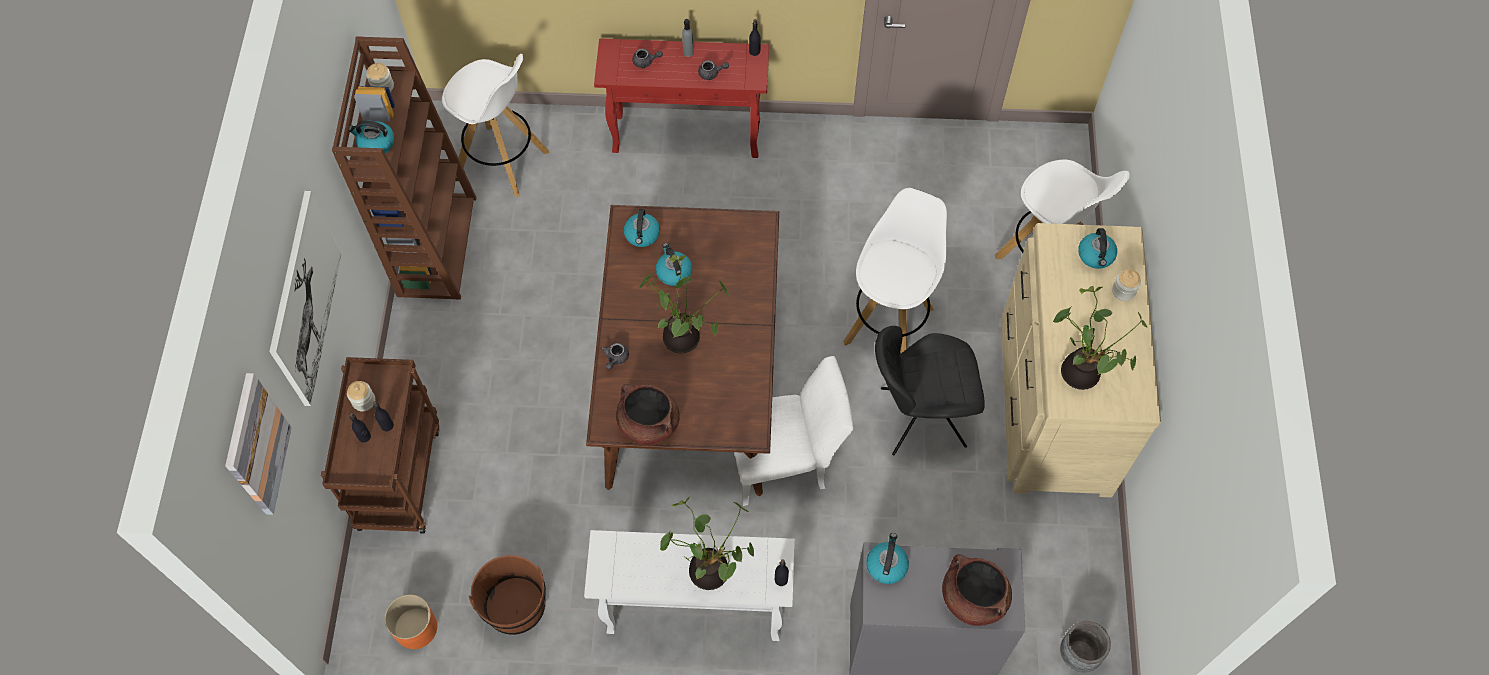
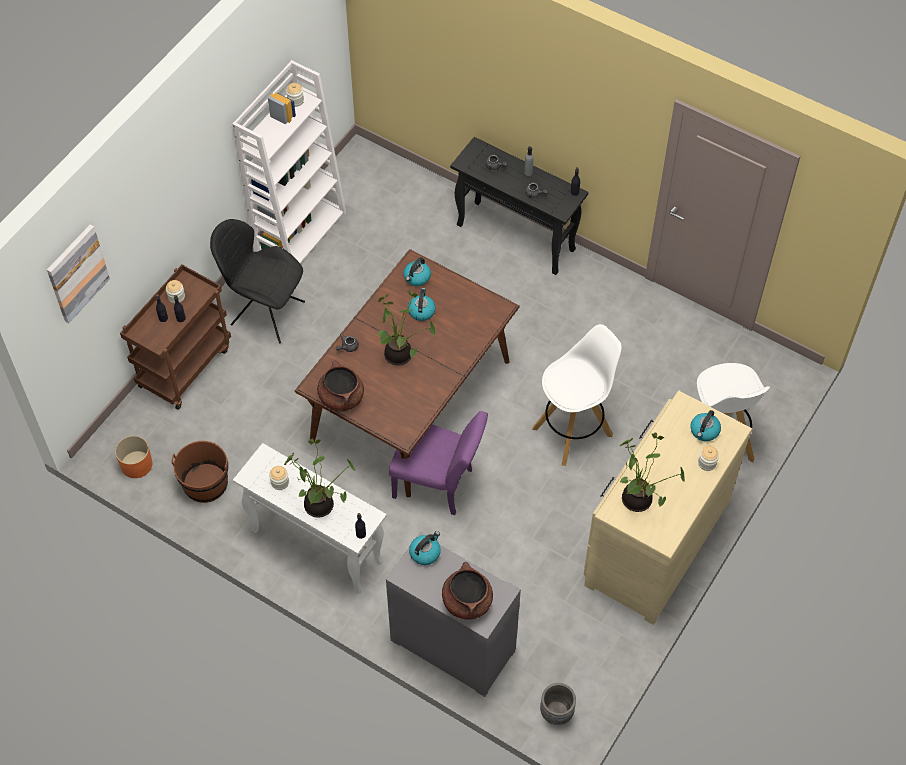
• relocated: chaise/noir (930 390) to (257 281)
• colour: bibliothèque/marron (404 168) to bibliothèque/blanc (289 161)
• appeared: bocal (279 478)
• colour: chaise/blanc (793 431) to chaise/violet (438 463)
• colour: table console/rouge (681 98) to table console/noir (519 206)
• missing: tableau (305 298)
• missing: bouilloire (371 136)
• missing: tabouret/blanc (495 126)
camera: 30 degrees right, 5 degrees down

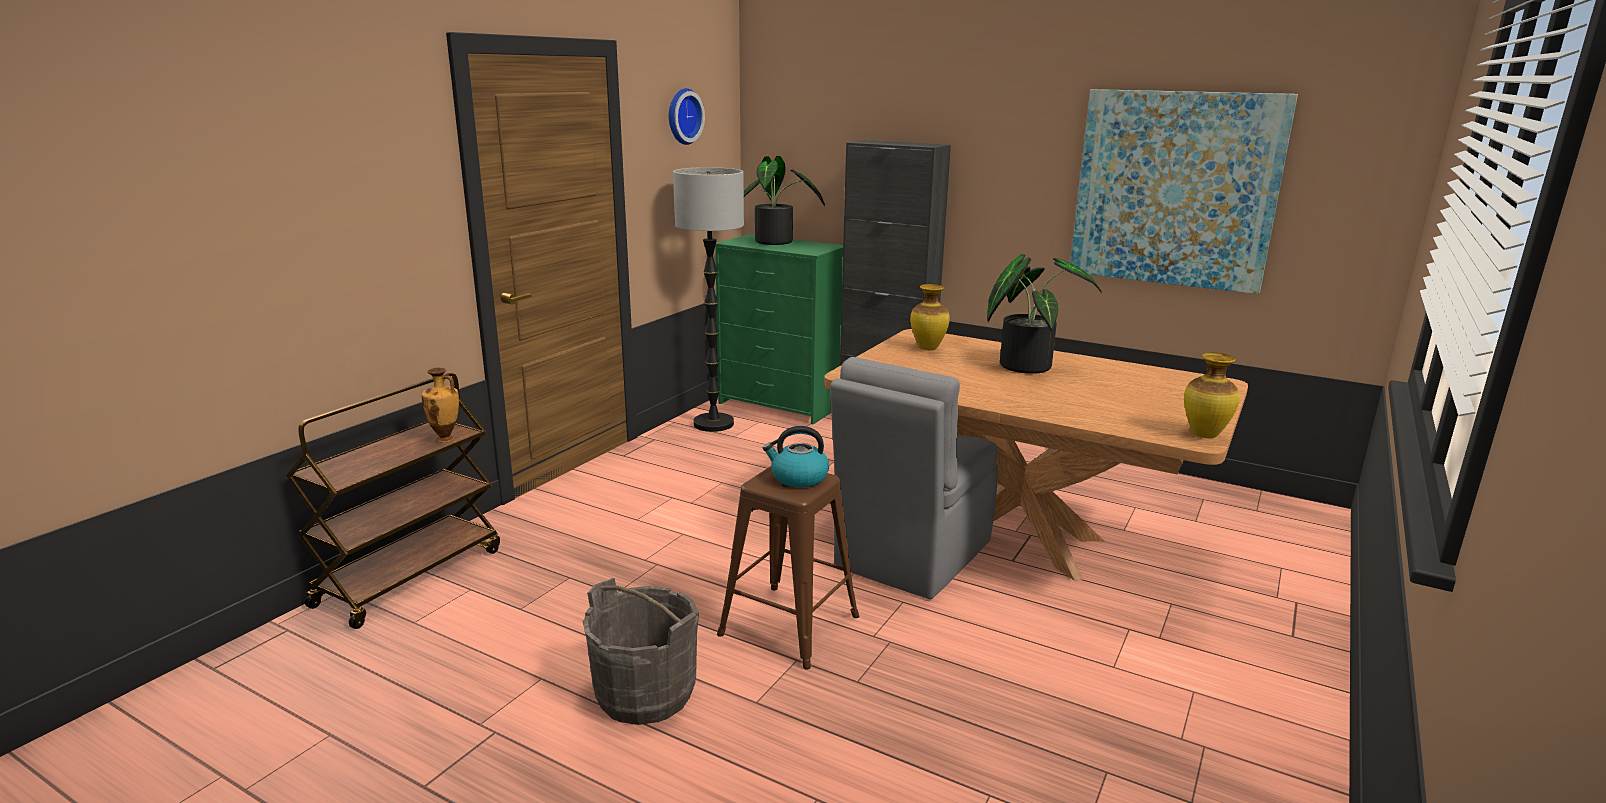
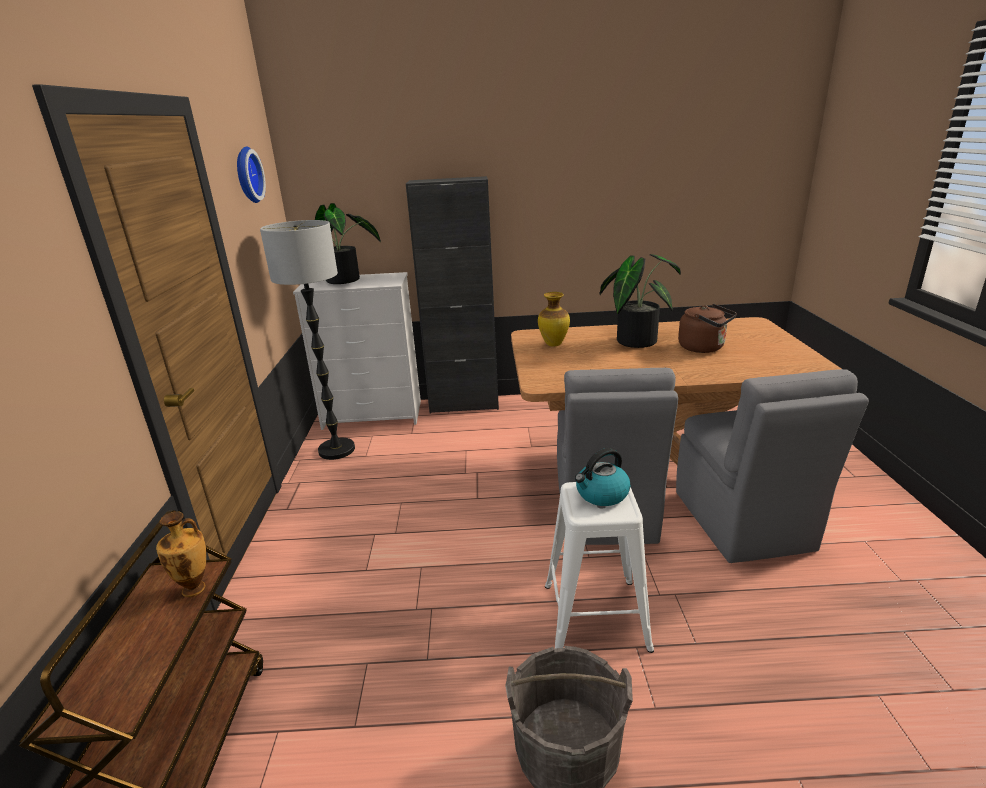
• colour: commode/vert (779 329) to commode/blanc (357 351)
• colour: tabouret/marron (788 567) to tabouret/blanc (599 567)
• appeared: chaise/gris (772 466)
• appeared: bouilloire/marron (707 328)
• missing: tableau (1184 191)
• missing: vase (1212 395)
camera: 30 degrees left, 5 degrees up

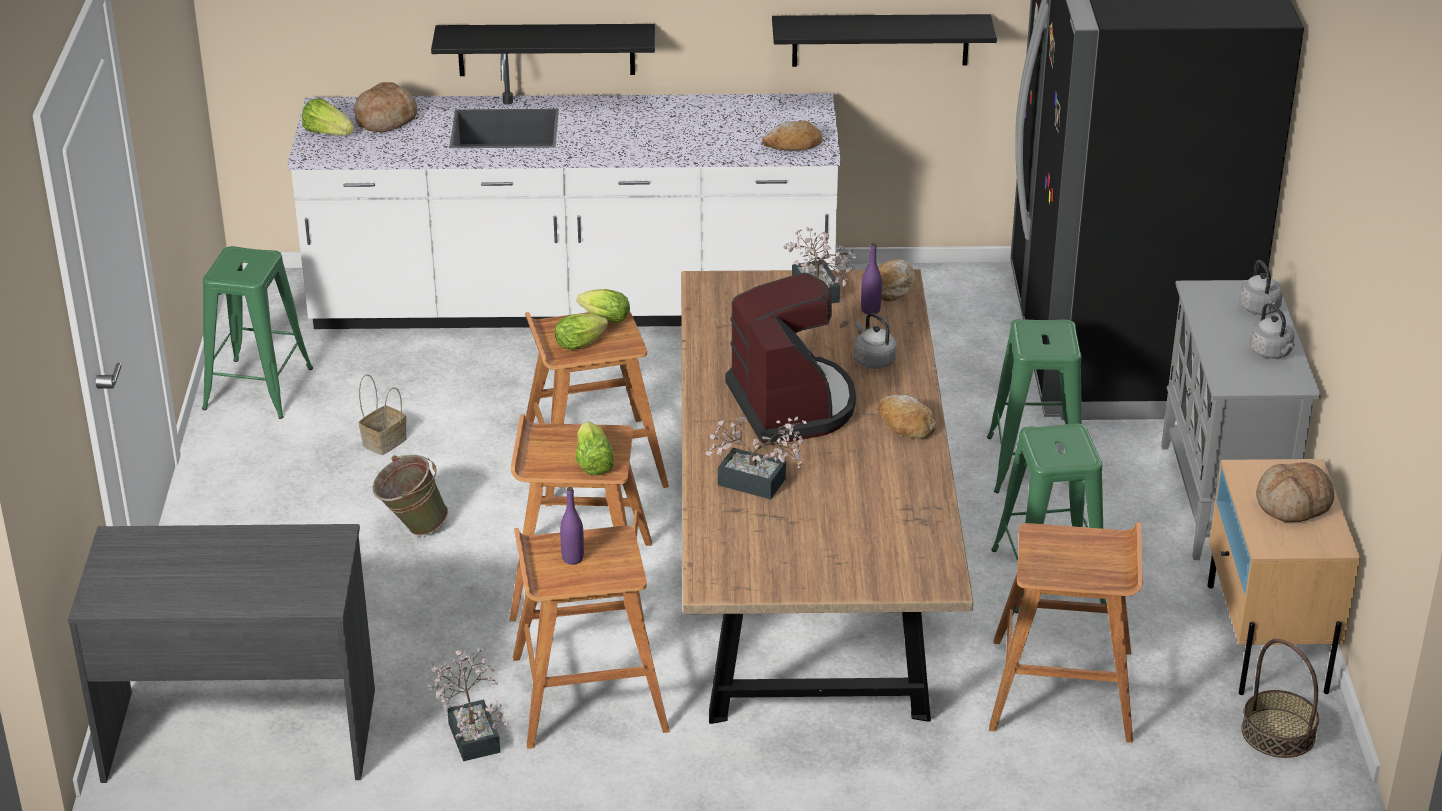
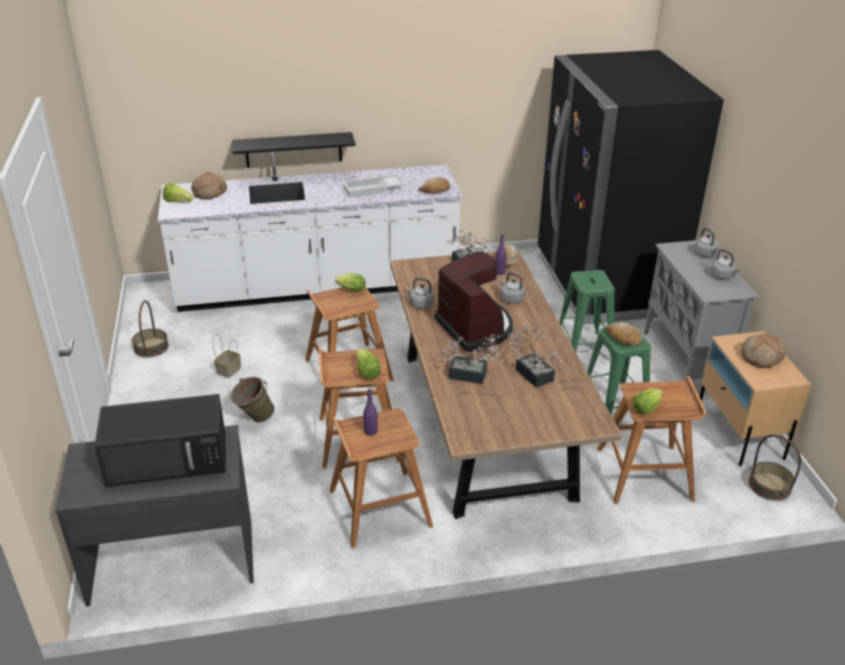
• appeared: micro-ondes/noir (160 440)
• exchanged: tabouret/vert (257 332) to panier (150 329)
• appeared: plateau/blanc (374 186)
• appeared: bouilloire/gris (419 293)
• relocated: plante en pot (467 704) to (535 354)
• relocated: pain (907 417) to (624 334)
• relocated: laitue (581 332) to (648 401)
• missing: étagère/noir (884 40)
camera: 10 degrees left, 0 degrees up

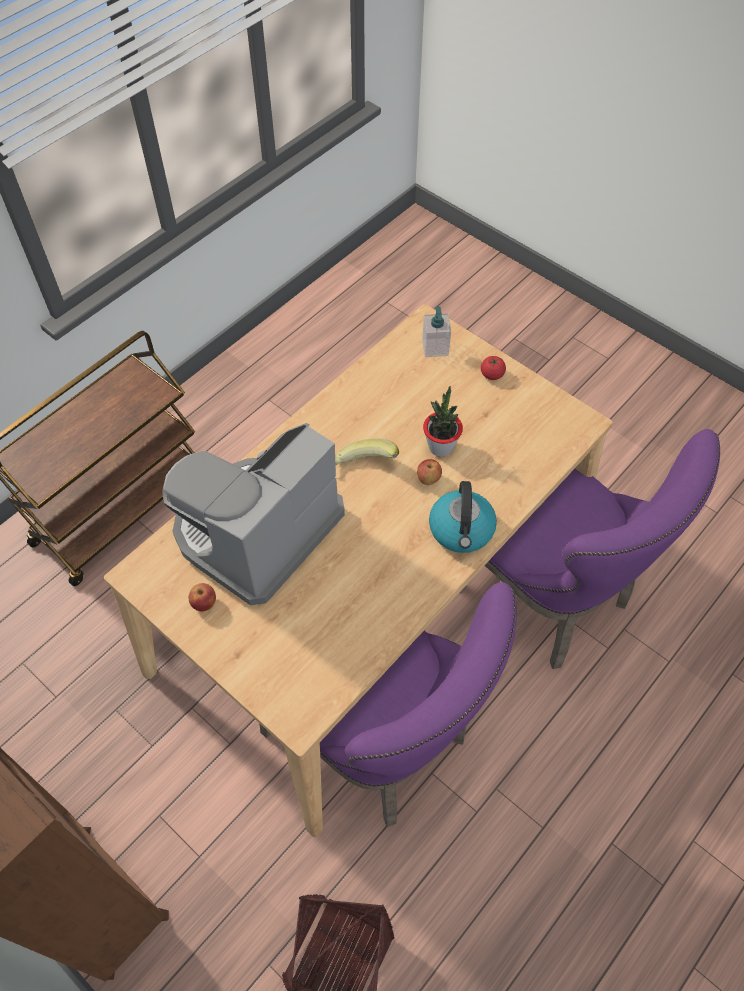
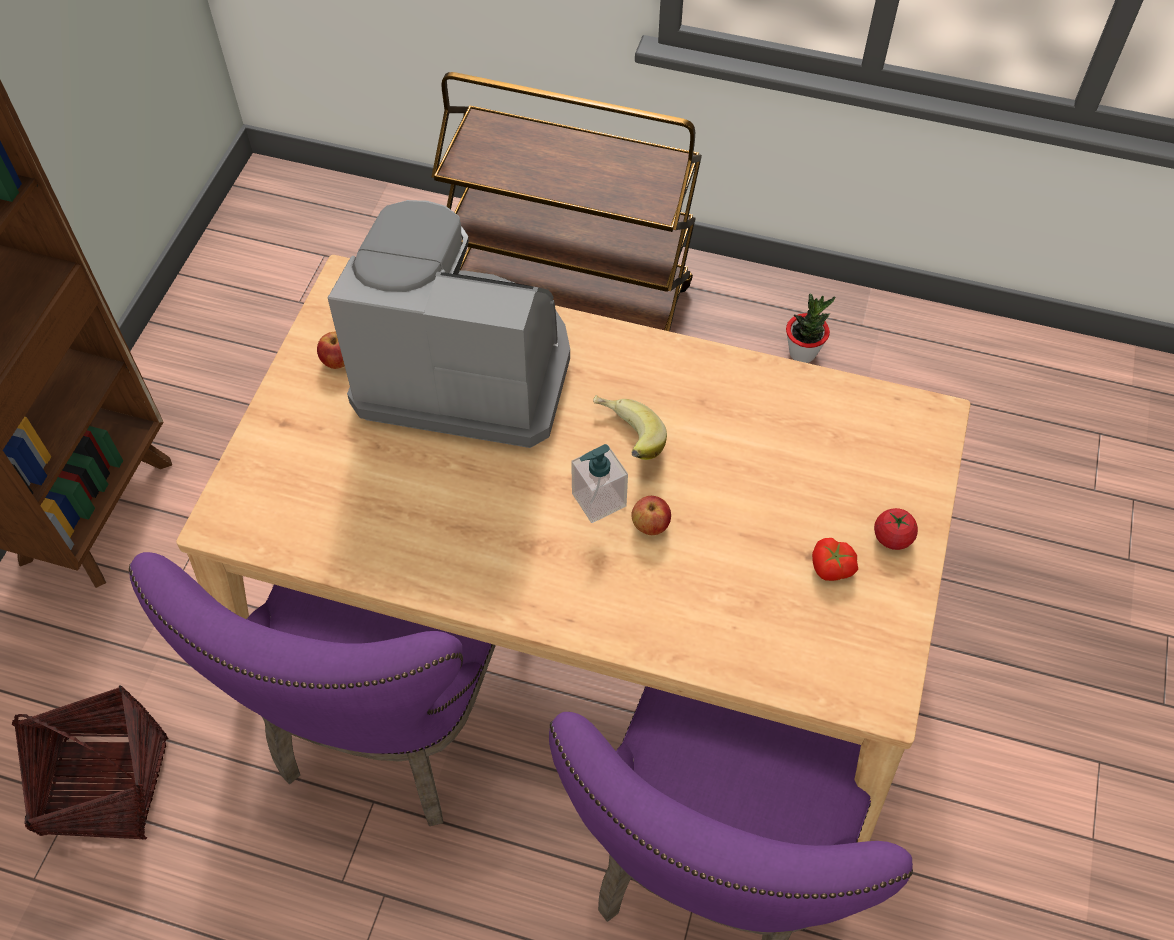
• relocated: distributeur de savon (436 331) to (599 483)
• relocated: plante en pot (443 421) to (810 328)
• appeared: tomate (835 559)
• missing: bouilloire (463 517)
camera: 65 degrees right, 0 degrees up

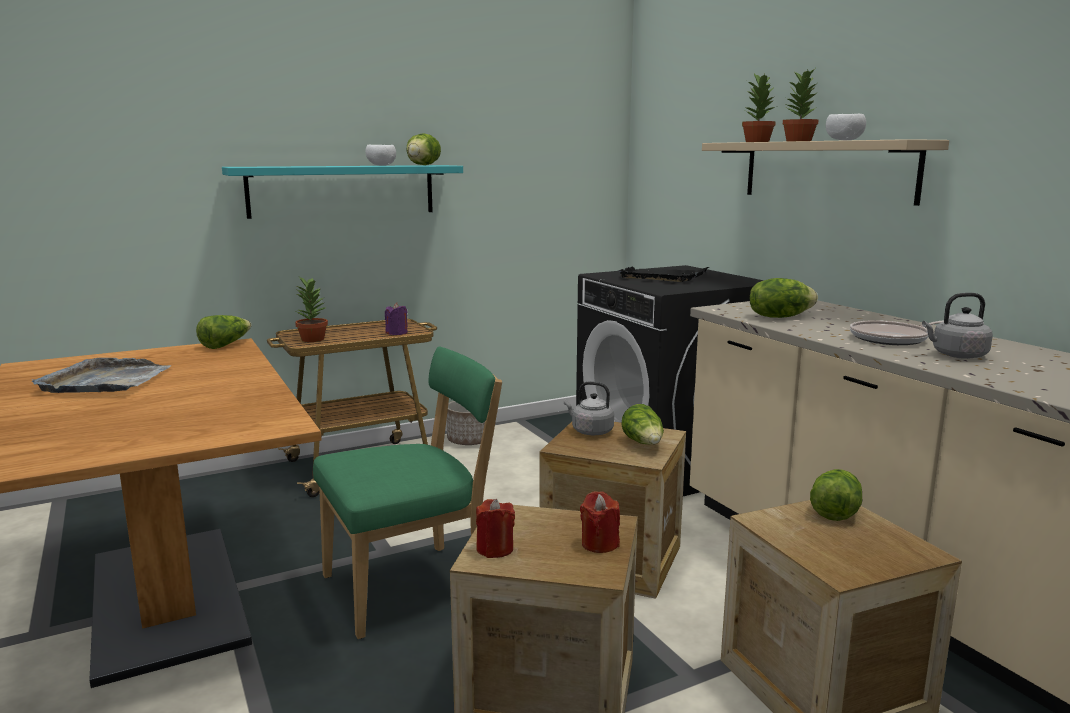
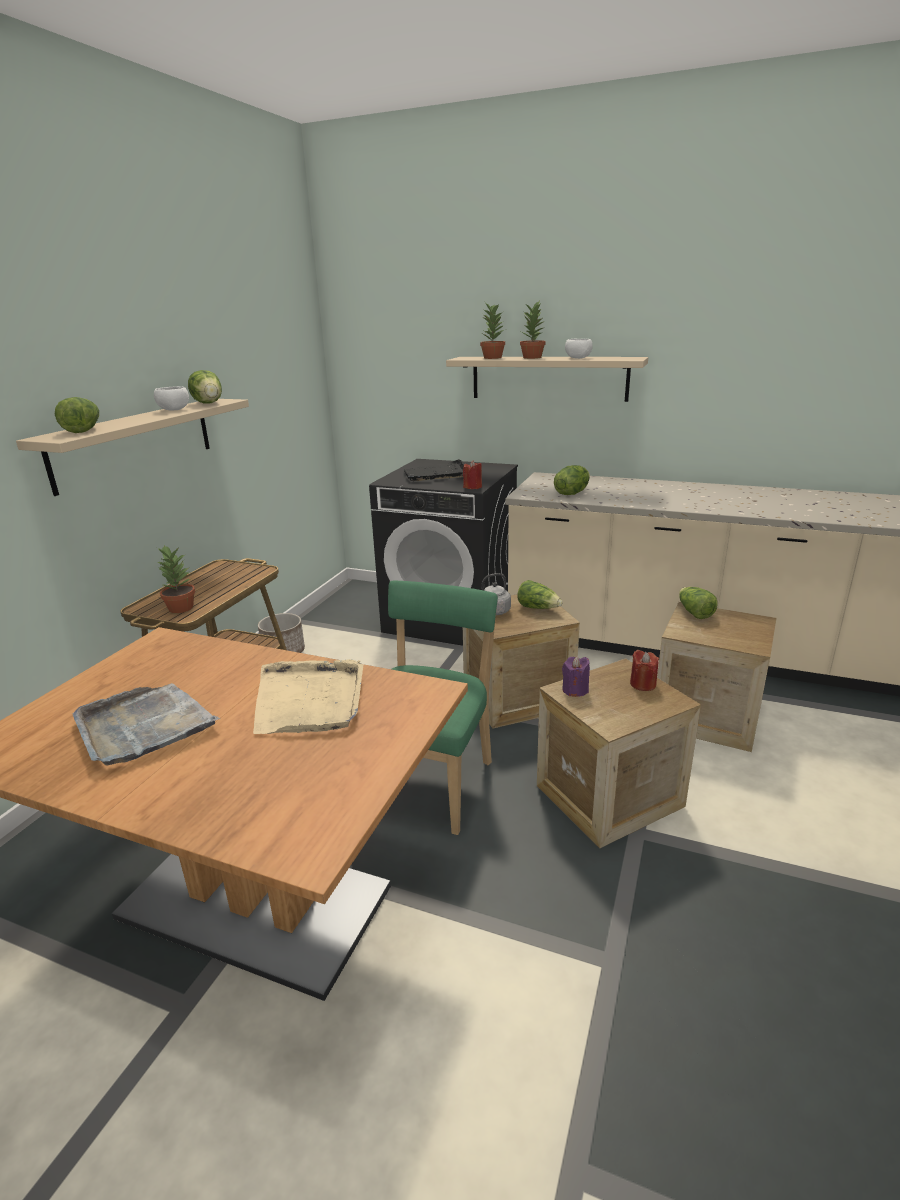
• colour: étagère/turquoise (342 192) to étagère/beige (132 447)
• relocated: laitue (223 332) to (77 415)
• appeared: plateau/beige (308 696)
• relocated: bougie/rouge (495 528) to (472 474)
• relocated: bougie/violet (396 319) to (576 676)
• missing: poêle (897 332)
• missing: bouilloire/gris (957 326)
camera: 40 degrees left, 10 degrees up

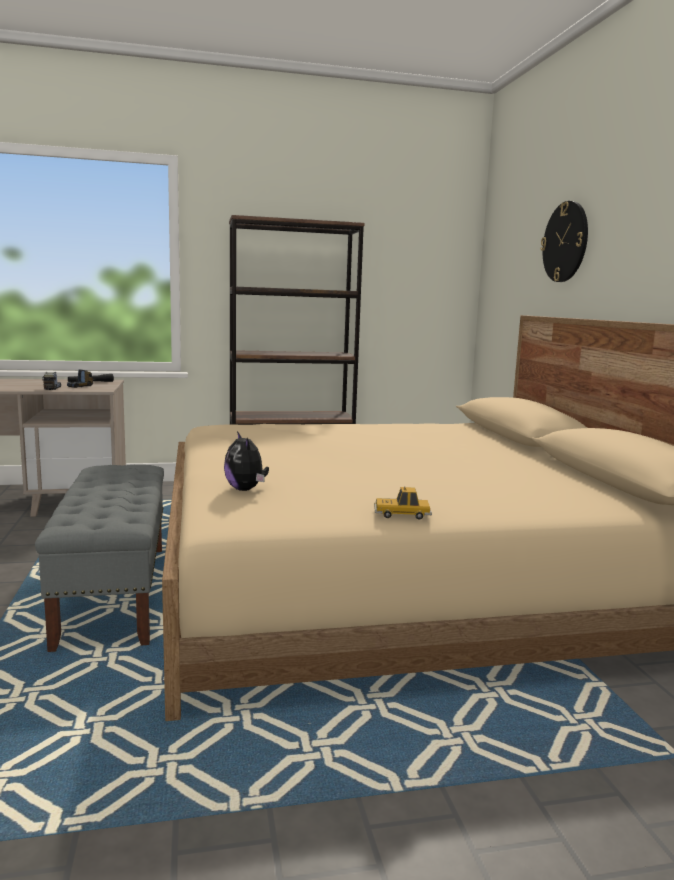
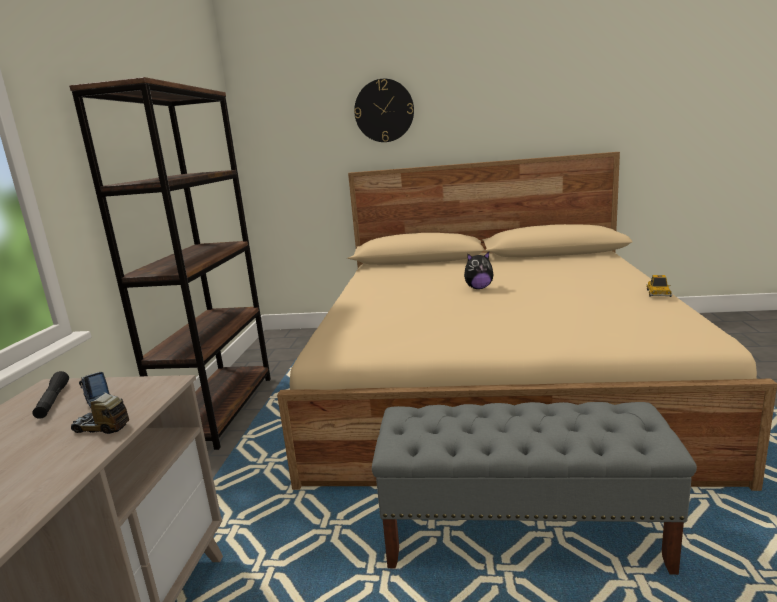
• relocated: peluche (246 461) to (479 270)
camera: 70 degrees left, 5 degrees up

